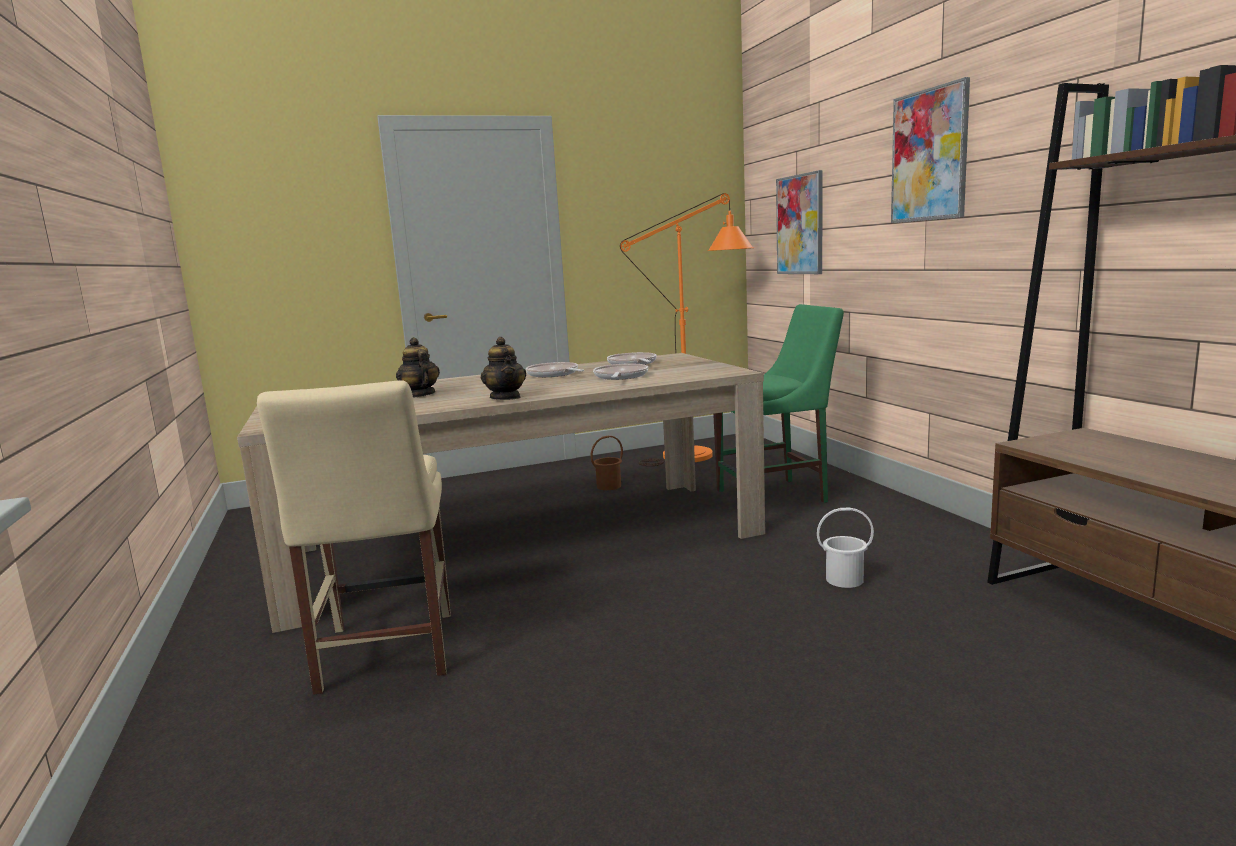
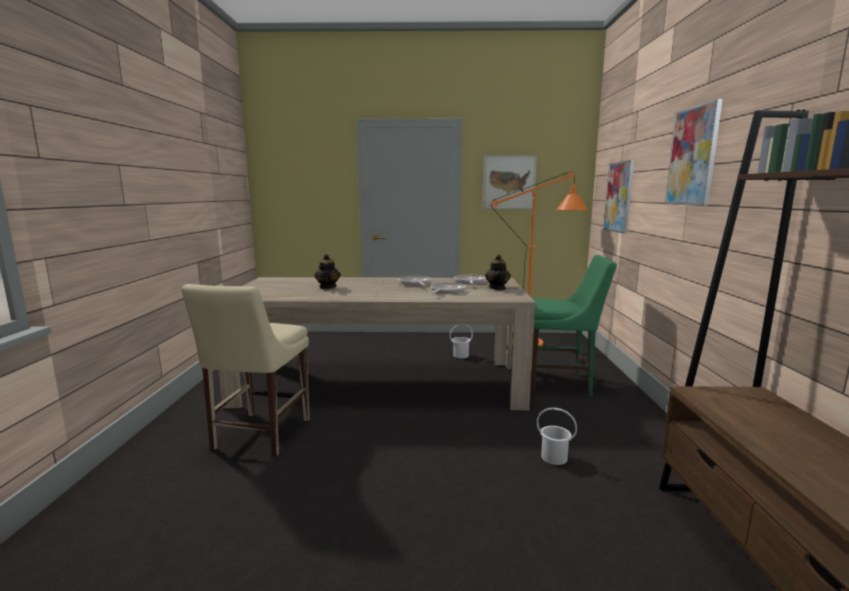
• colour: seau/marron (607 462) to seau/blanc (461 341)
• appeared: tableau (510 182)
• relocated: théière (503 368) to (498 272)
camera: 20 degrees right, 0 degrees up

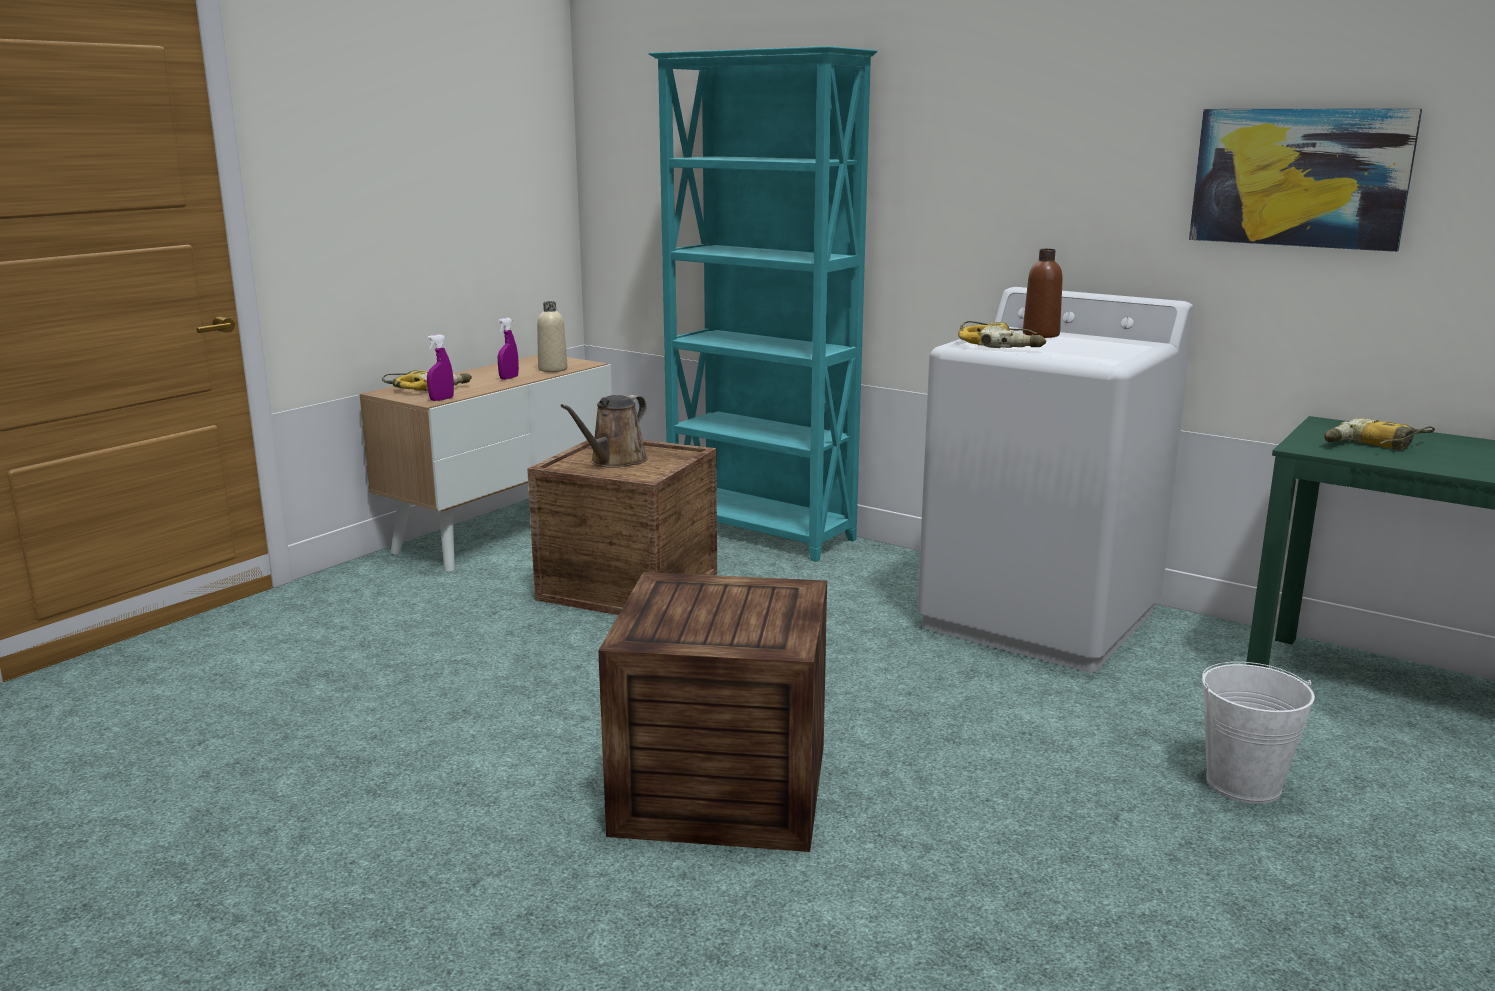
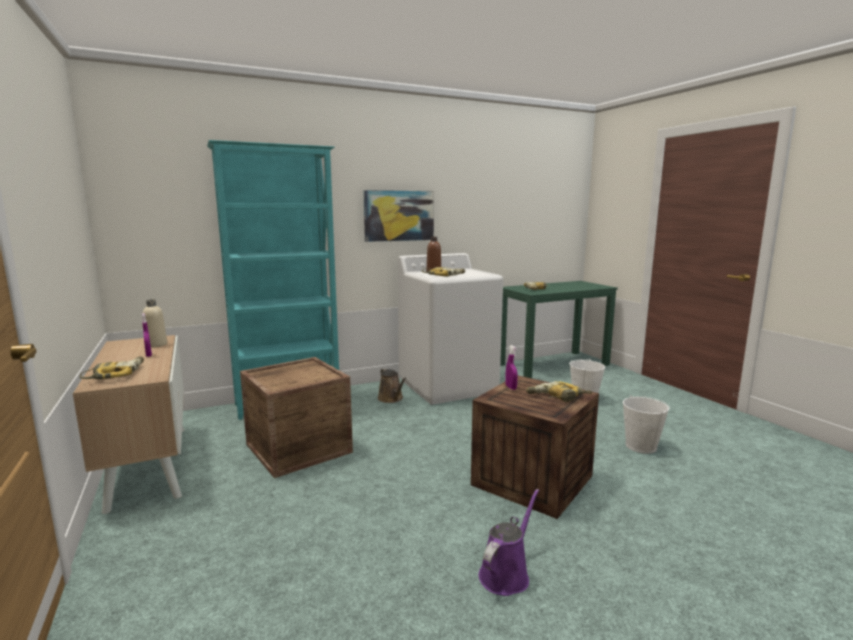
• relocated: tableau (1305 180) to (398 216)
• relocated: arrosoir/marron (604 431) to (392 385)
• appeared: arrosoir/violet (508 542)
• relocated: vaporisateur/violet (440 367) to (511 367)
• appeared: perceuse (559 391)
• appeared: seau/blanc (646 424)
camera: 60 degrees left, 5 degrees down

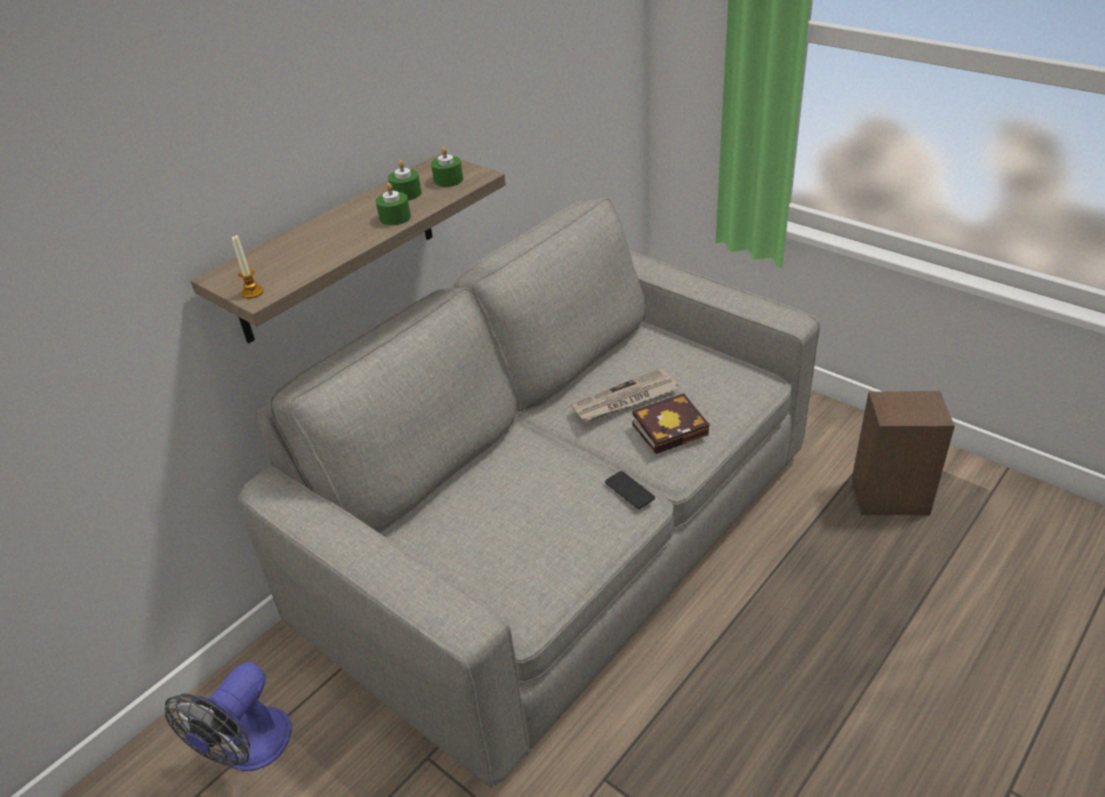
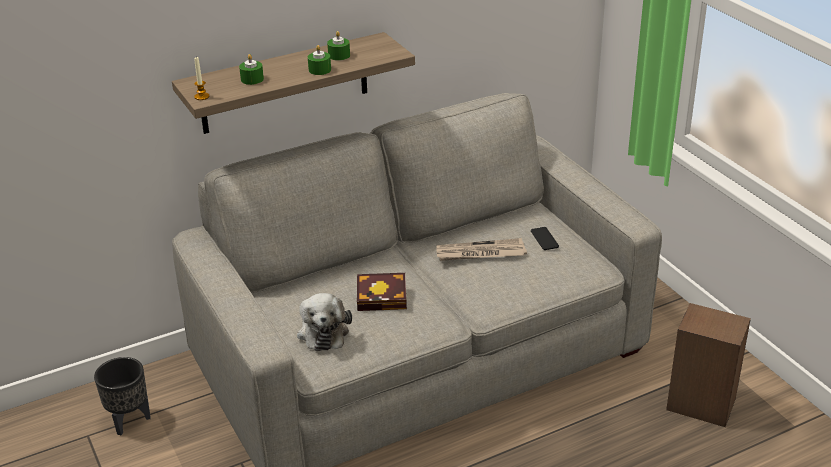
• exchanged: ventilateur (228 716) to cache-pot/noir (122 396)
• relocated: bougie/vert (447 167) to (251 69)
• appeared: peluche (324 322)
• relocated: livre (670 423) to (382 292)
• relocated: téléphone (630 490) to (545 238)
camera: 20 degrees right, 5 degrees down

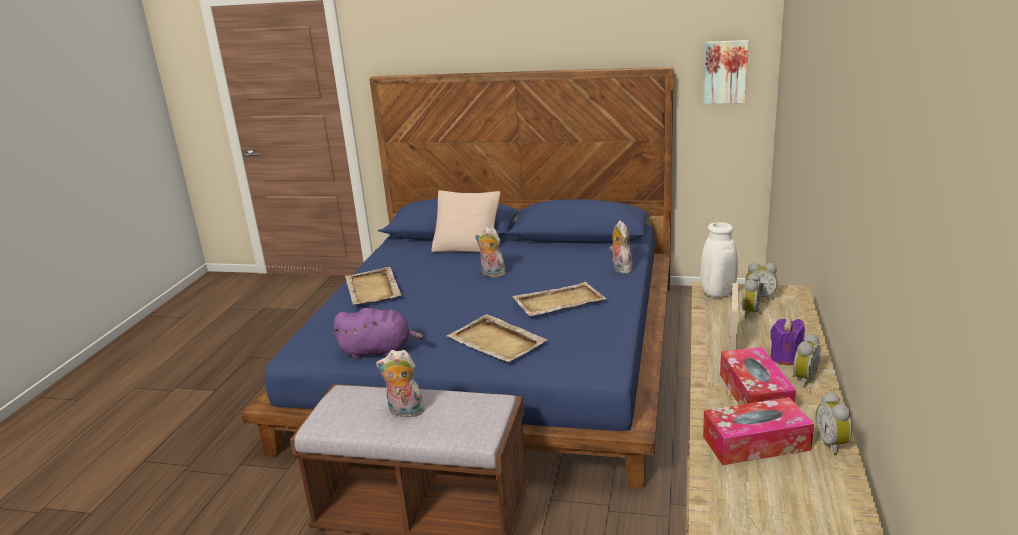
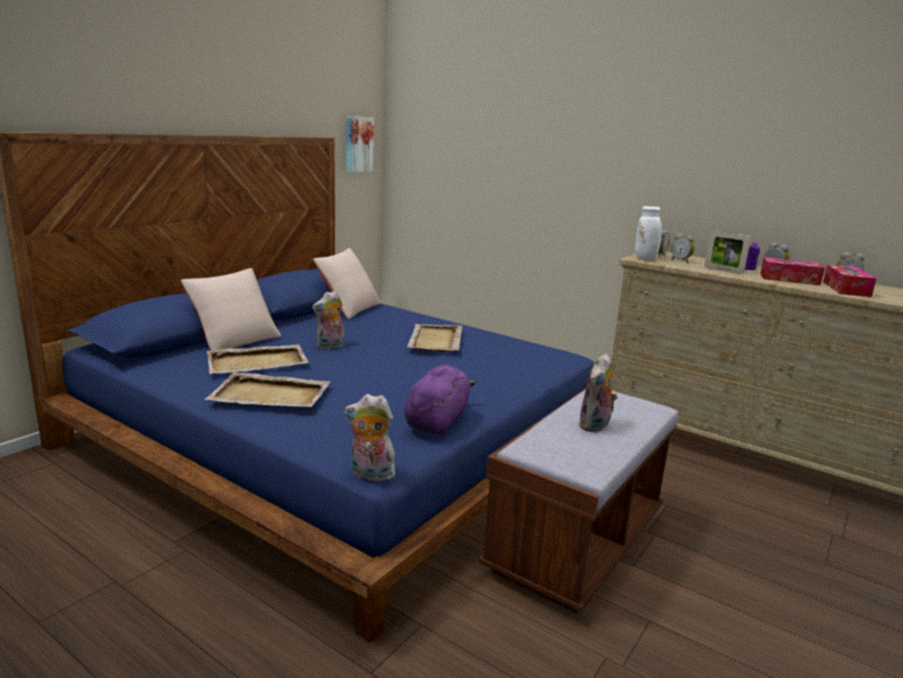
• relocated: plateau/beige (497 338) to (258 359)
• appeared: coussin/beige (347 283)
• relocated: peluche (621 247) to (370 438)
camera: 70 degrees left, 5 degrees down

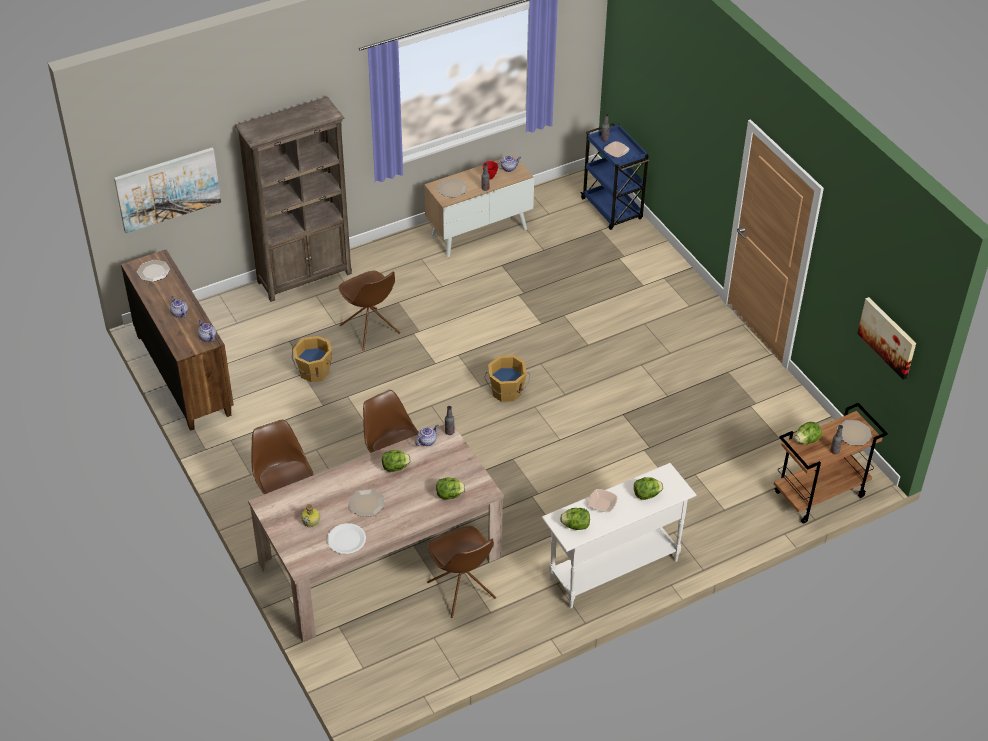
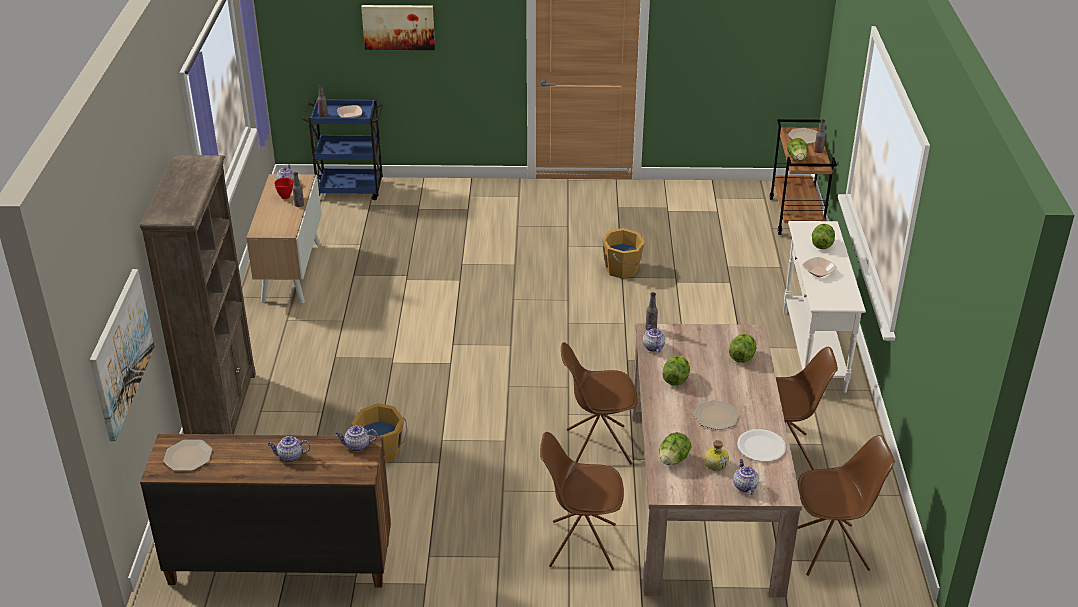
• relocated: tableau (886 338) to (398 27)
• relocated: seau/orange (507 378) to (623 253)
• relocated: laitue (575 519) to (676 448)
• appeared: théière (746 477)
• relocated: chaise/marron (369 311) to (846 505)
• missing: assiette (452 187)
camera: 60 degrees left, 10 degrees down

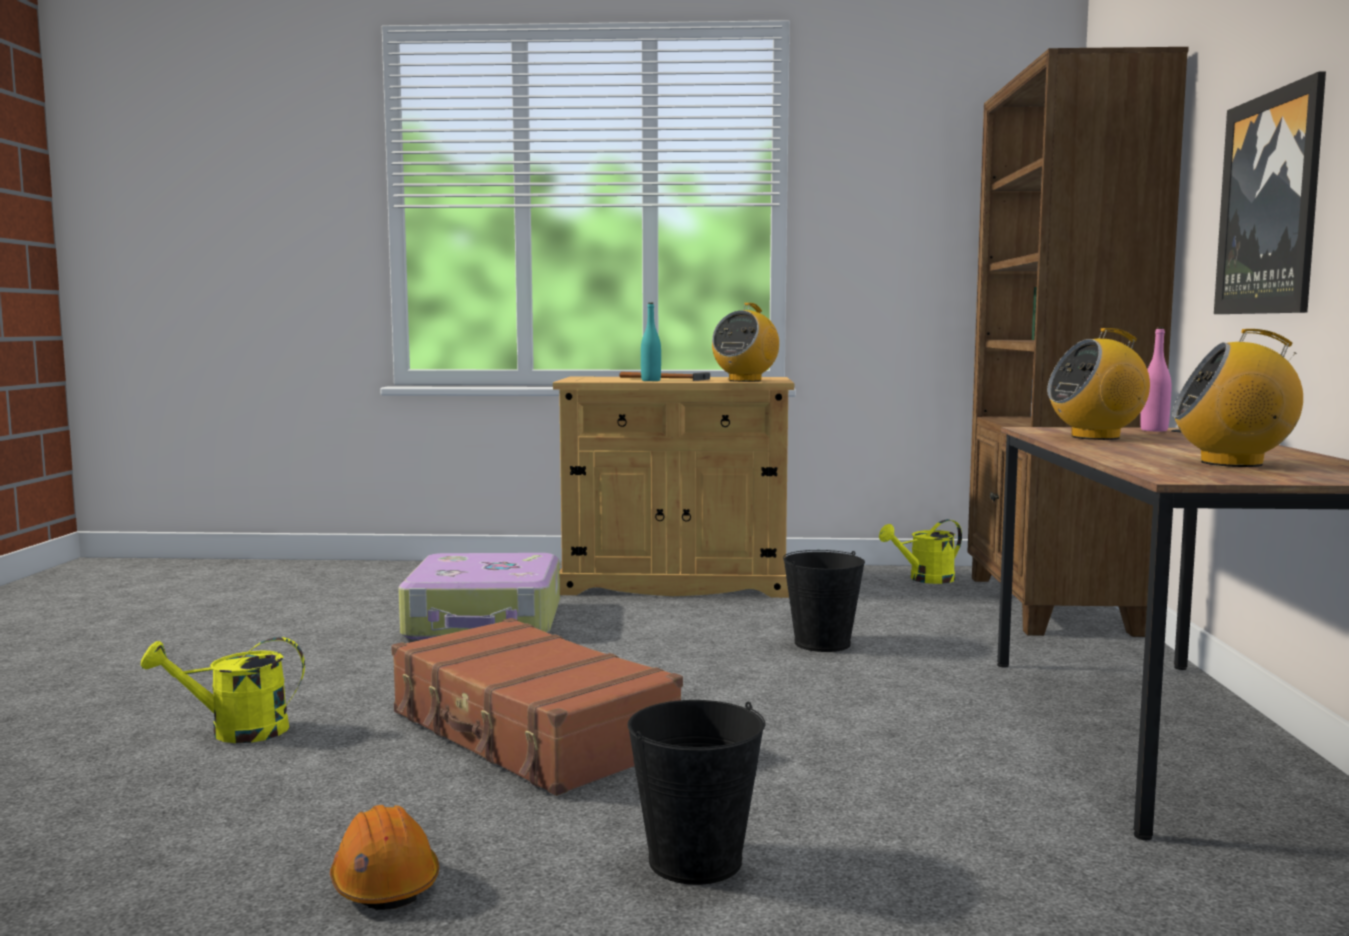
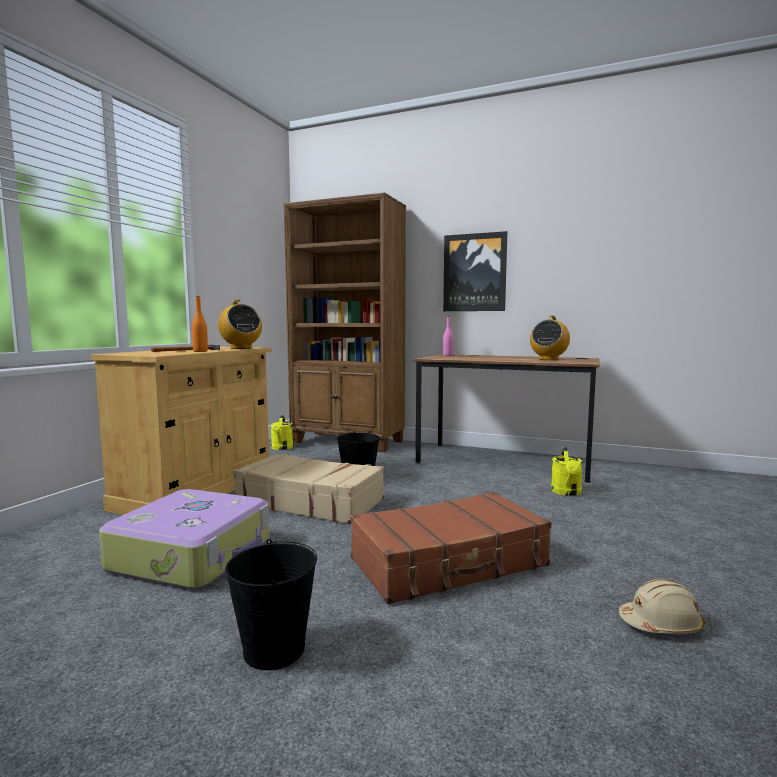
• colour: bouteille/turquoise (651 342) to bouteille/orange (200 324)
• relocated: seau/noir (696 792) to (271 604)
• appeared: valise/beige (308 488)
• relocated: arrosoir/jaune (223 690) to (566 471)
• colour: casque de chantier/orange (384 857) to casque de chantier/beige (662 606)
• missing: radio (1098 384)
camera: 70 degrees left, 0 degrees up

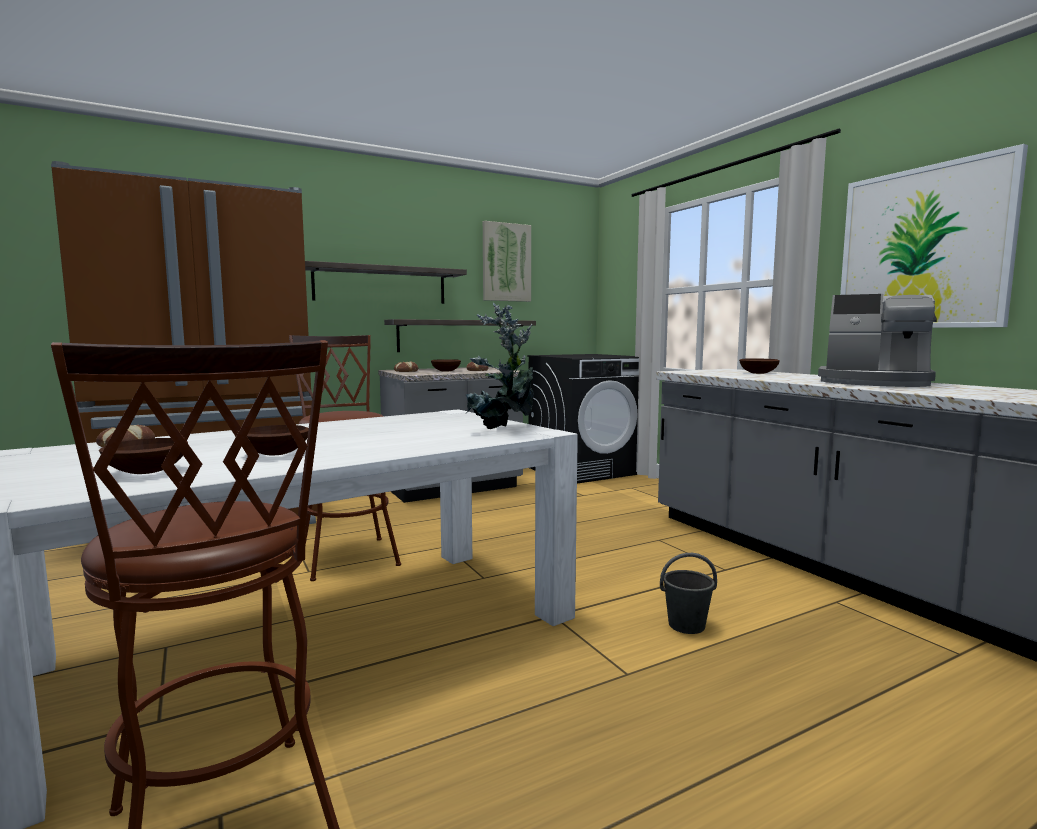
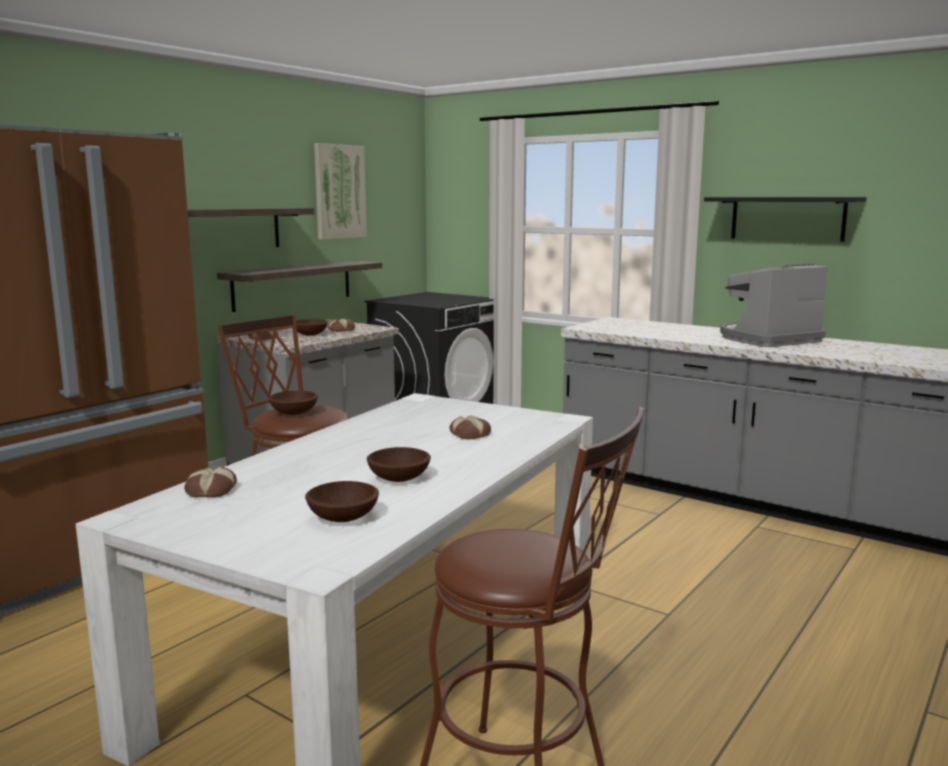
• relocated: bol/marron (759 366) to (293 403)
• appeared: pain (470 427)
• exchanged: tableau (934 236) to étagère/noir (785 219)
• spun: machine à café (877 340) = (774 305) 150 degrees clockwise
• missing: plante en pot (500 366)
• missing: seau/gris (688 593)
camera: 25 degrees left, 5 degrees up

